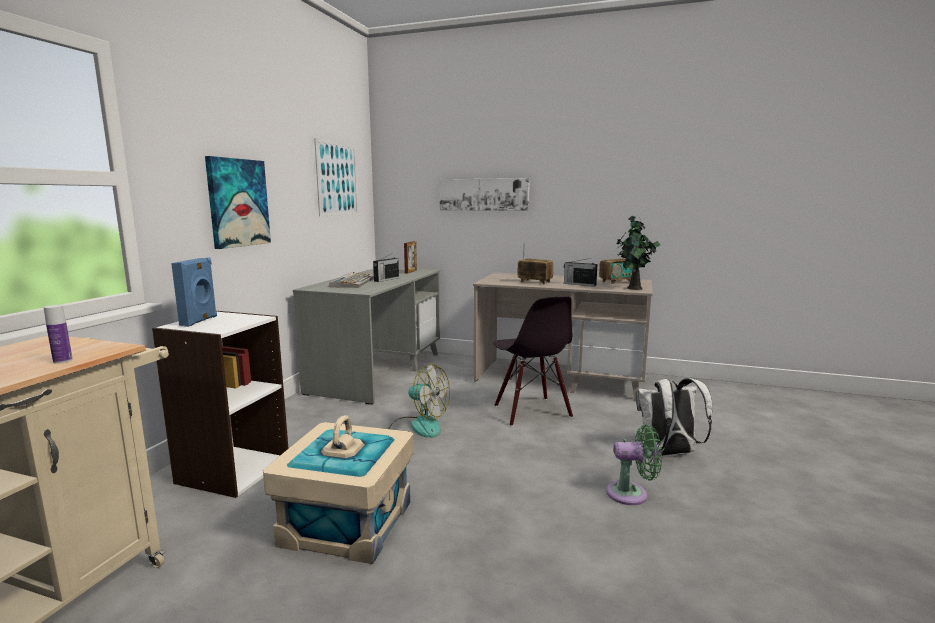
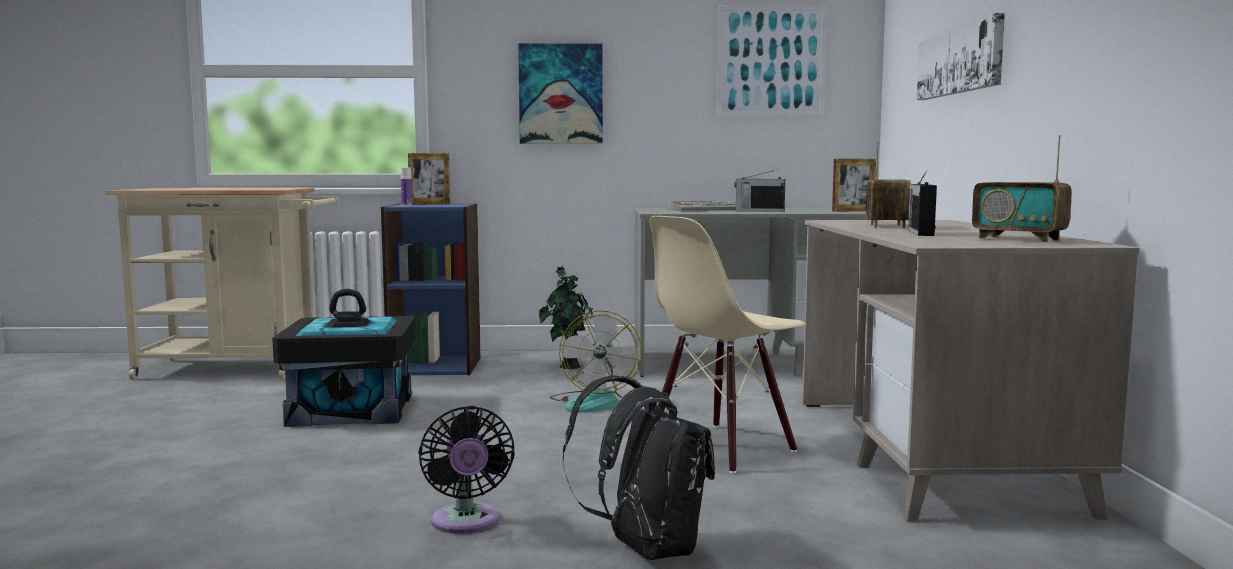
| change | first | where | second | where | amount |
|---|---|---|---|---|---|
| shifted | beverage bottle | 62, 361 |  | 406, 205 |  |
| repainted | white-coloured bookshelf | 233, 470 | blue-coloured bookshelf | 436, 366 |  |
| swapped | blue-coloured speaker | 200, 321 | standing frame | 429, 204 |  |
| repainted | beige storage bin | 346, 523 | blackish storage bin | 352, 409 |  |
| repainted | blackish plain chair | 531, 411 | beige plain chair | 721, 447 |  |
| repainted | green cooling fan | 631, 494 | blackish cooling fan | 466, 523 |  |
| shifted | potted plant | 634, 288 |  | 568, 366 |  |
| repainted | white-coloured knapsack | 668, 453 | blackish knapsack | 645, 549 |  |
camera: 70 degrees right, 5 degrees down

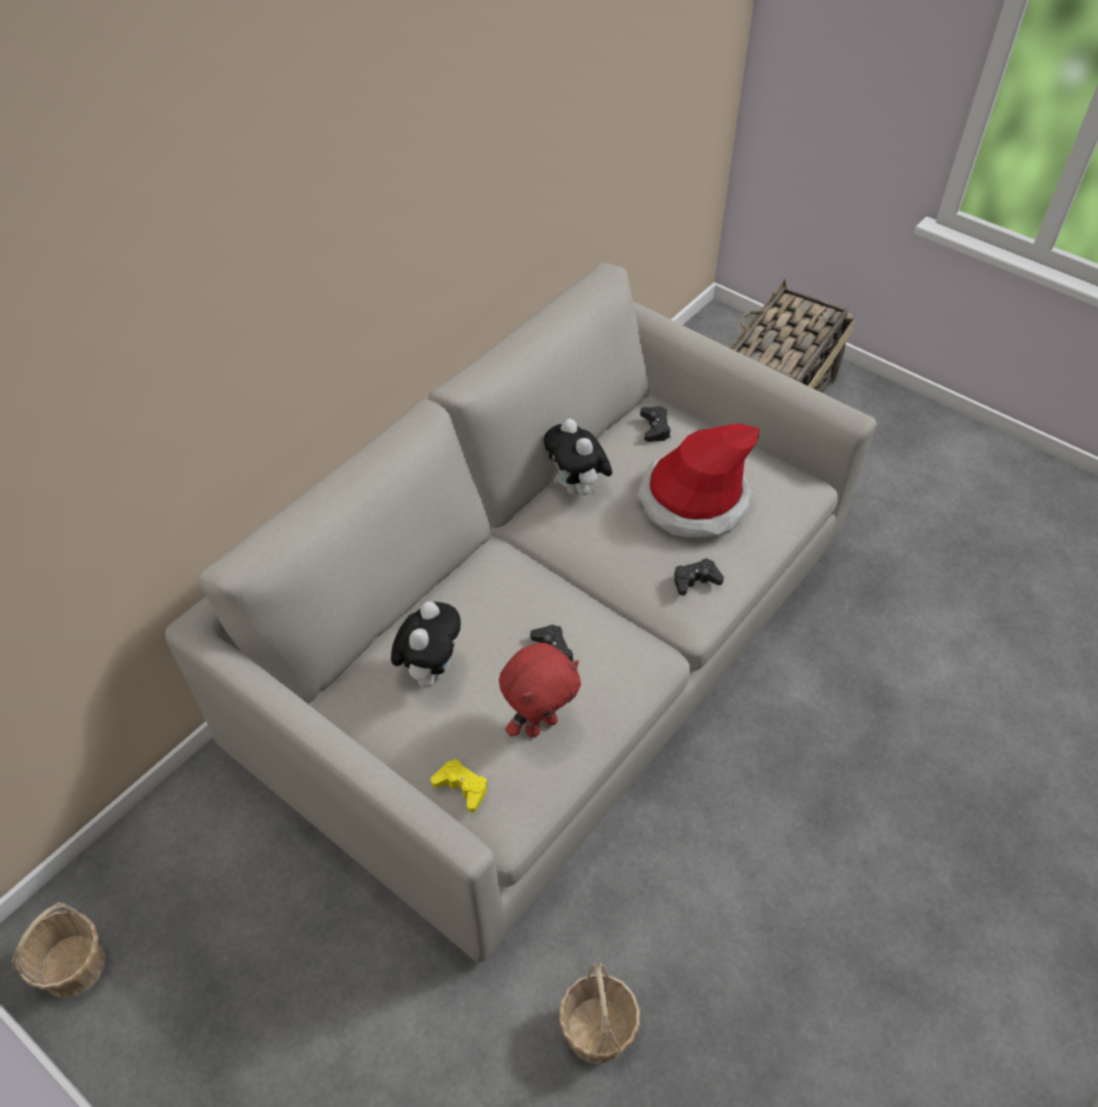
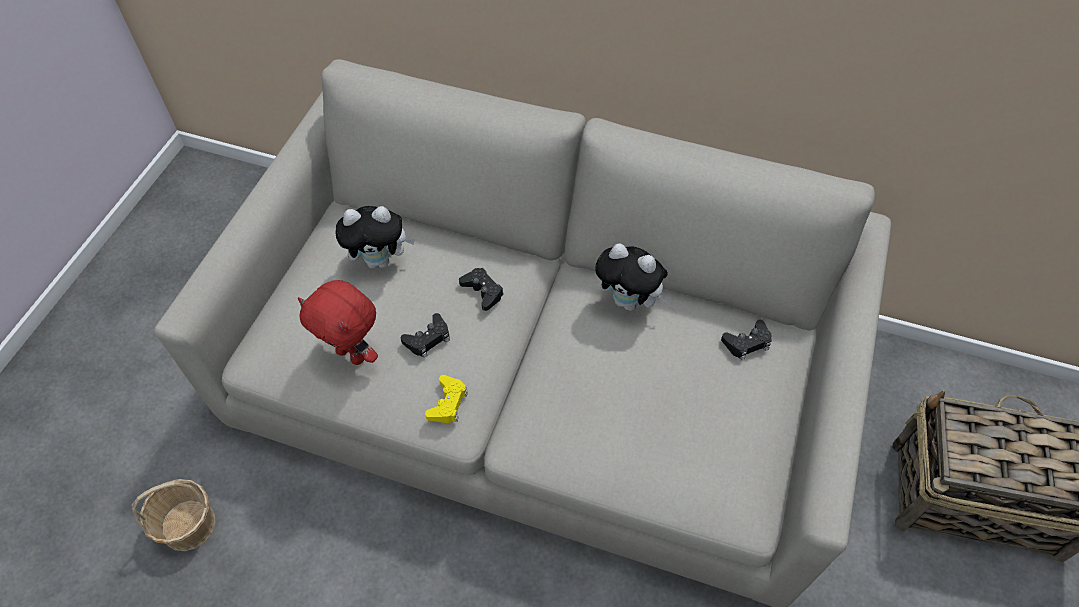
| change | first | where | second | where | amount |
|---|---|---|---|---|---|
| gone | storage basket | 74, 965 |  |  |  |
| shifted | yellowish gamepad | 462, 787 |  | 448, 403 |  |
| rotated | soft toy | 577, 489 |  | 629, 302 | 105 degrees counterclockwise |
| gone | hat | 693, 501 |  |  |  |
| shifted | blackish gamepad | 695, 580 |  | 482, 291 |  |
camera: 70 degrees right, 5 degrees up

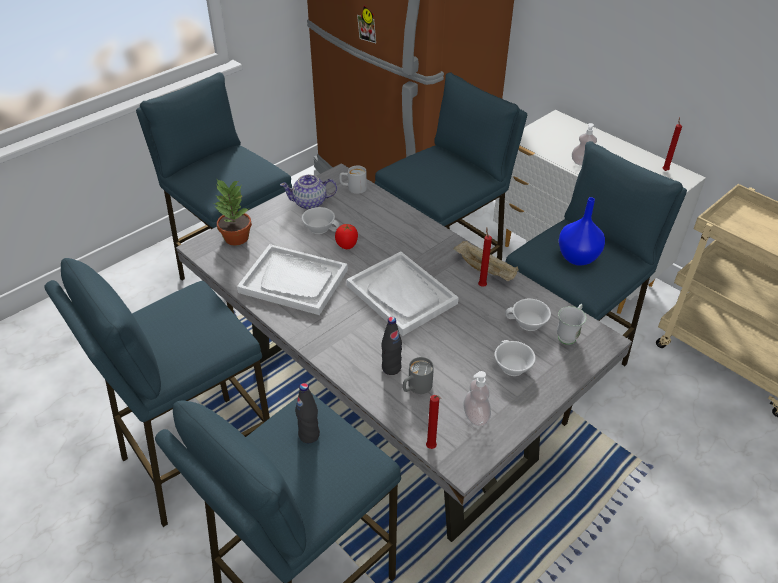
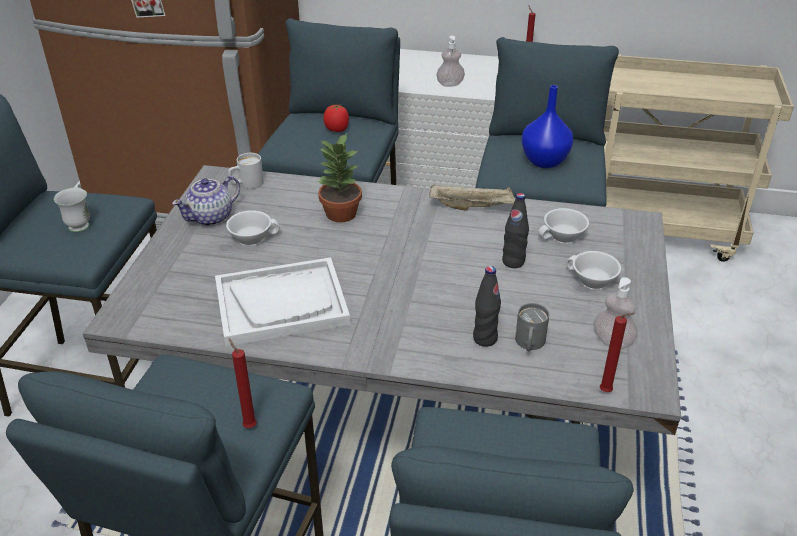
| change | first | where | second | where | amount |
|---|---|---|---|---|---|
| shifted | potted plant | 235, 238 |  | 340, 214 |  |
| shifted | blackish beverage bottle | 309, 435 |  | 513, 262 |  |
| shifted | fresh tomato | 347, 245 |  | 337, 129 |  |
| gone | white-coloured tray | 402, 294 |  |  |  |
| shifted | red-coloured candle | 481, 285 |  | 248, 425 |  |
| shifted | white-coloured mug | 569, 335 |  | 80, 223 |  |
camera: 35 degrees left, 5 degrees down

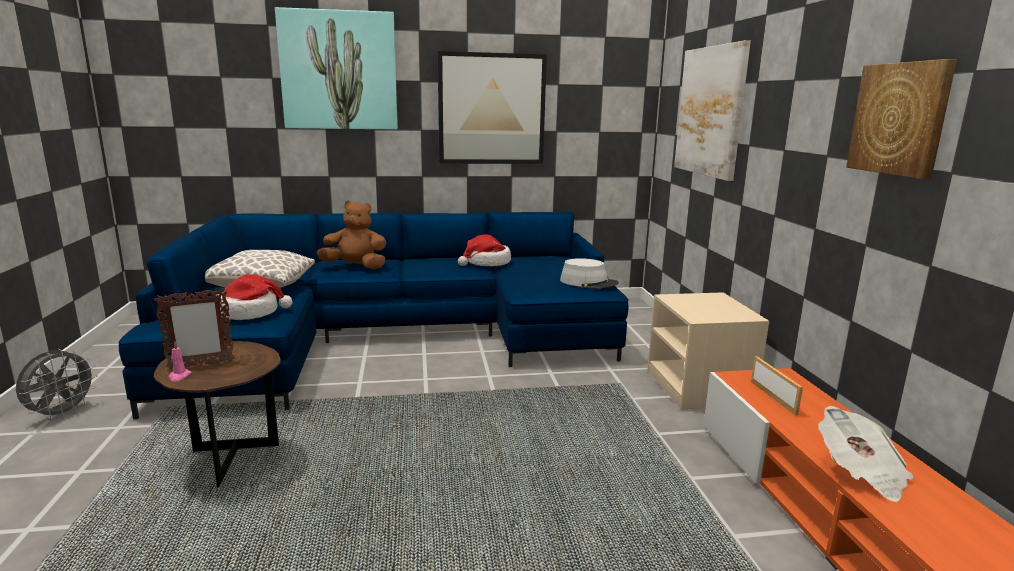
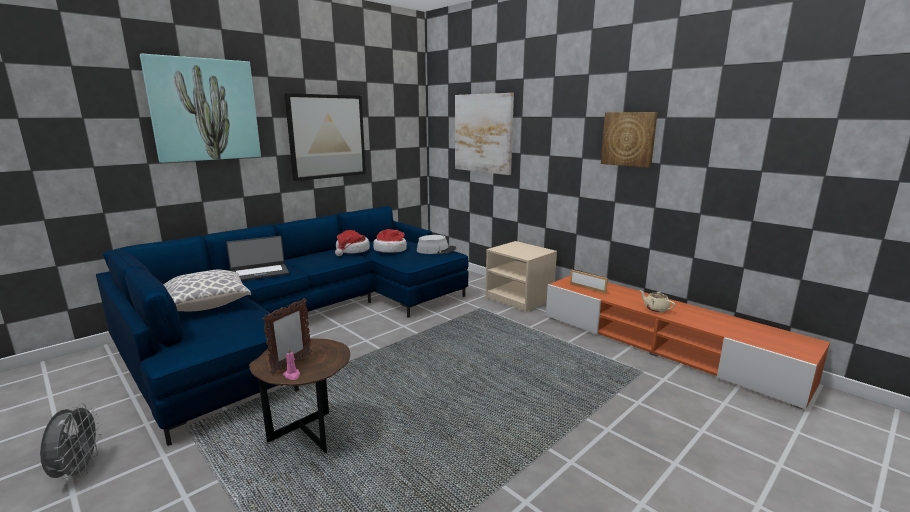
| change | first | where | second | where | amount |
|---|---|---|---|---|---|
| shifted | hat | 249, 312 |  | 391, 250 |  |
| swapped | brown-coloured soft toy | 355, 267 | notebook computer | 259, 273 |  |
| swapped | newspaper | 861, 473 | beige teapot | 655, 309 |  |
camera: 35 degrees left, 0 degrees up

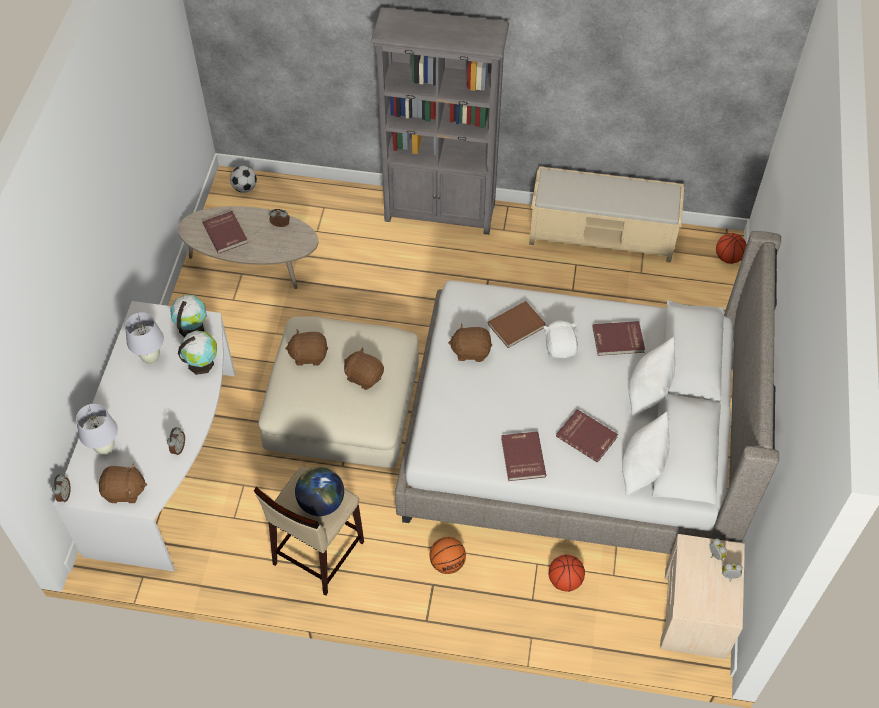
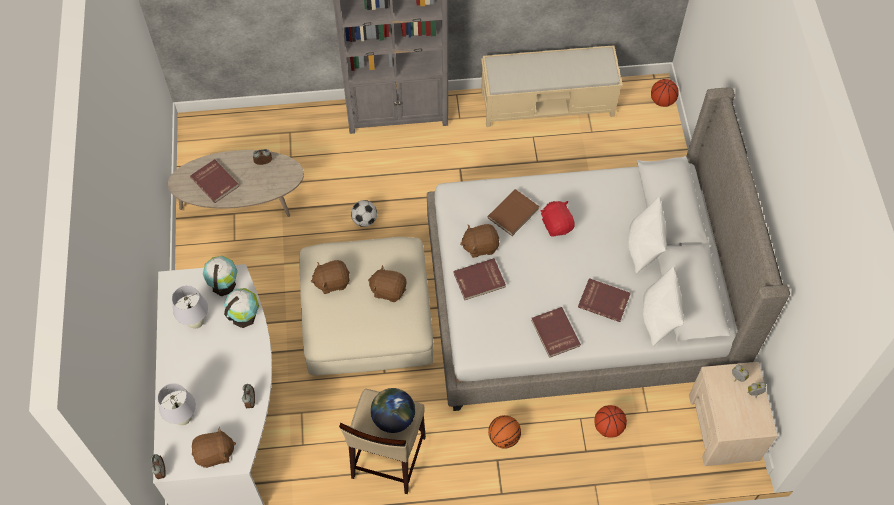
| change | first | where | second | where | amount |
|---|---|---|---|---|---|
| shifted | football | 245, 188 |  | 364, 220 |  |
| repainted | white-coloured soft toy | 560, 347 | red-coloured soft toy | 557, 225 |  |
| shifted | red-coloured book | 618, 340 |  | 479, 281 |  |
camera: 15 degrees left, 5 degrees up

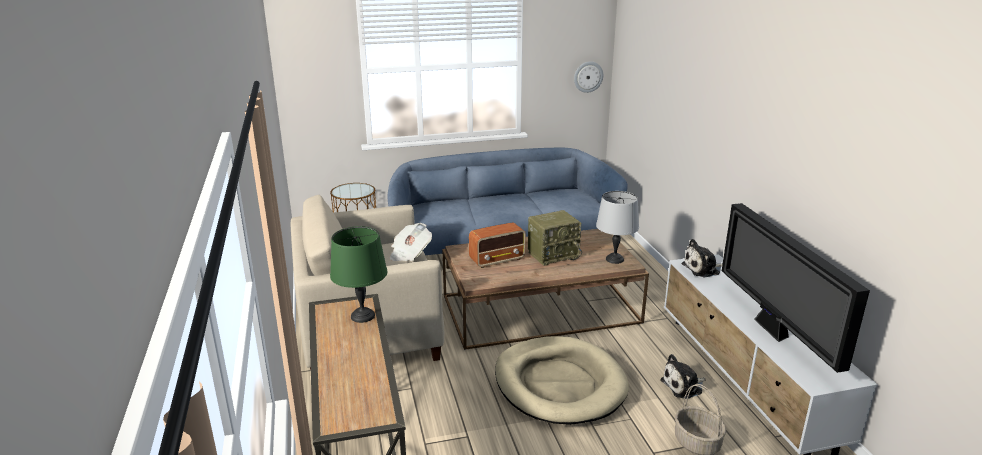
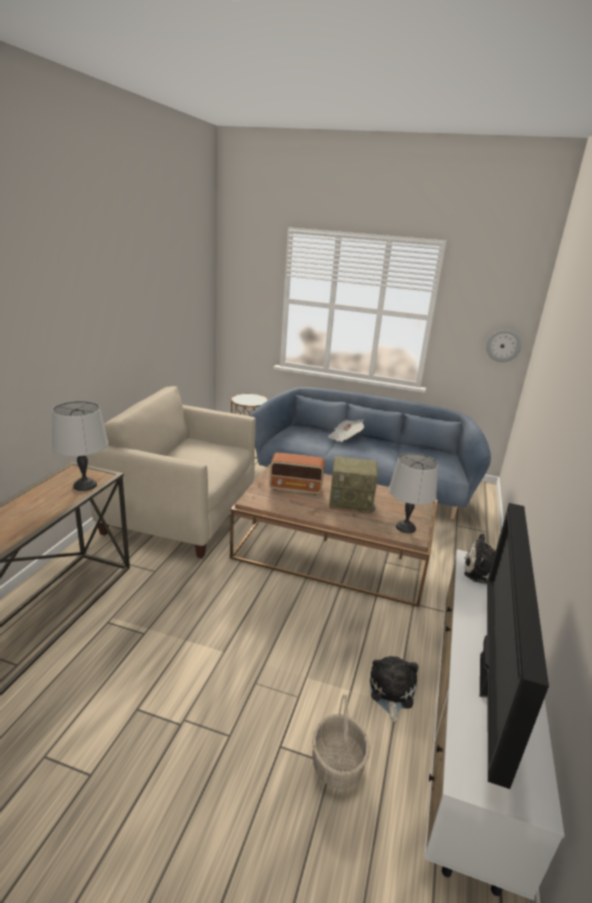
| change | first | where | second | where | amount |
|---|---|---|---|---|---|
| repainted | green lamp for a table | 363, 316 | greyish lamp for a table | 84, 485 |  |
| shifted | newspaper | 409, 253 |  | 345, 437 |  |
| gone | beige dog bed | 559, 384 |  |  |  |
| rotated | soft toy | 683, 386 |  | 391, 692 | 90 degrees clockwise |
camera: 30 degrees right, 0 degrees up

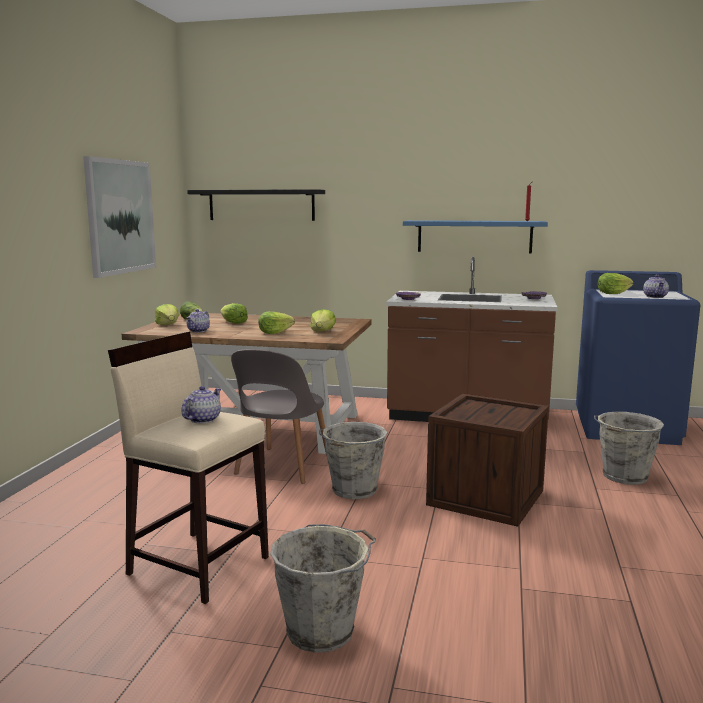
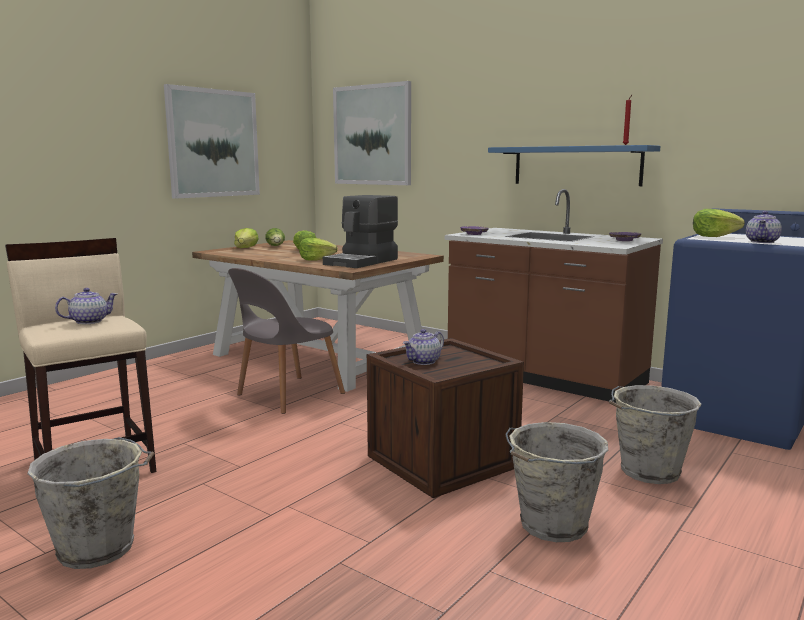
| change | first | where | second | where | amount |
|---|---|---|---|---|---|
| shifted | teapot | 198, 331 |  | 423, 361 |  |
| swapped | blackish shelf | 261, 205 | wall picture | 372, 135 |  |
| swapped | lettuce head | 322, 331 | coffee maker | 362, 262 |  |
| shifted | greyish pail | 353, 490 |  | 551, 525 |  |
camera: 25 degrees right, 0 degrees up

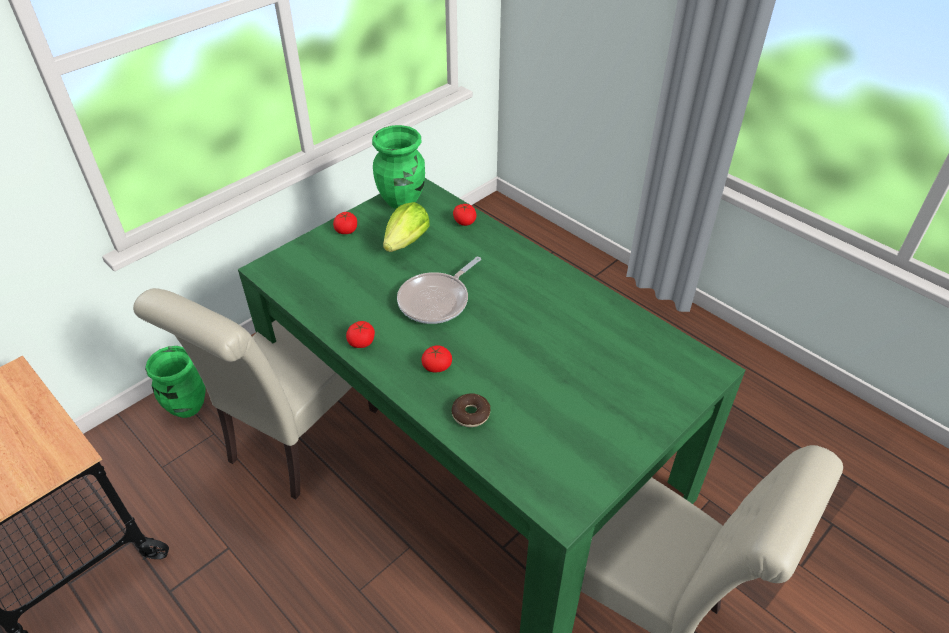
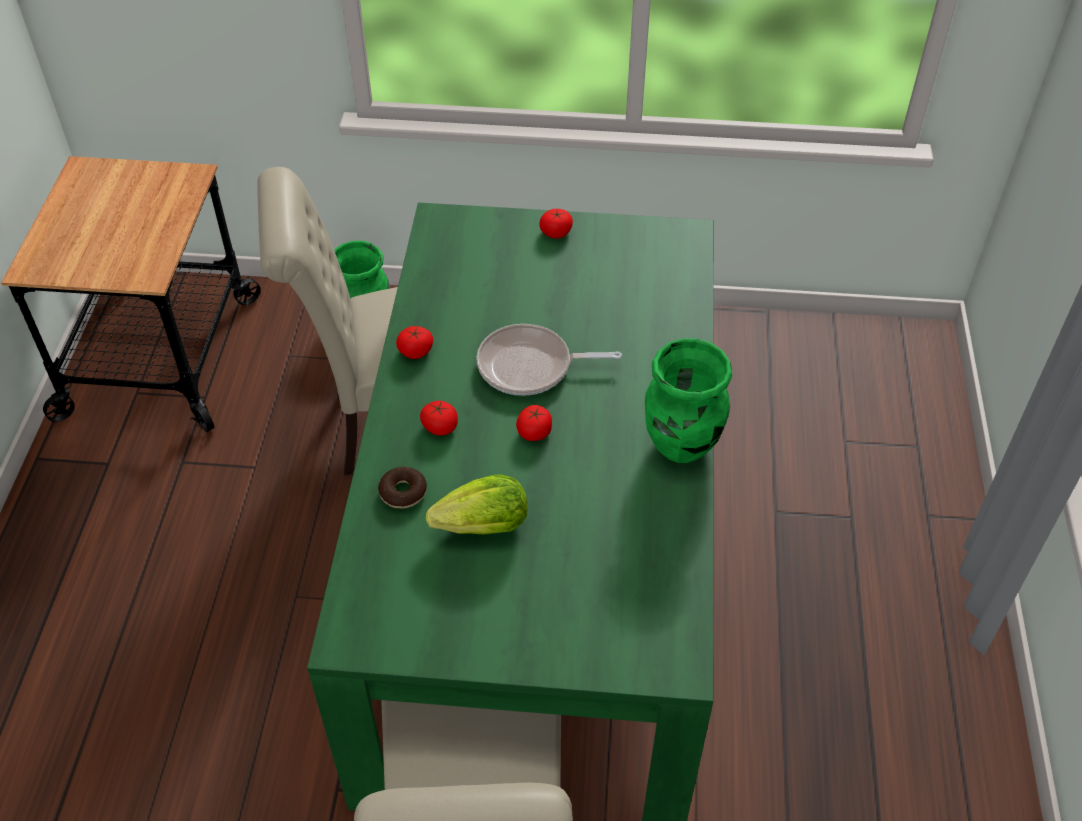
| change | first | where | second | where | amount |
|---|---|---|---|---|---|
| shifted | green flower vase | 402, 201 |  | 682, 445 |  |
| shifted | lettuce head | 407, 242 |  | 484, 526 |  |
| shifted | fresh tomato | 464, 221 |  | 534, 432 |  |
camera: 50 degrees right, 5 degrees up

